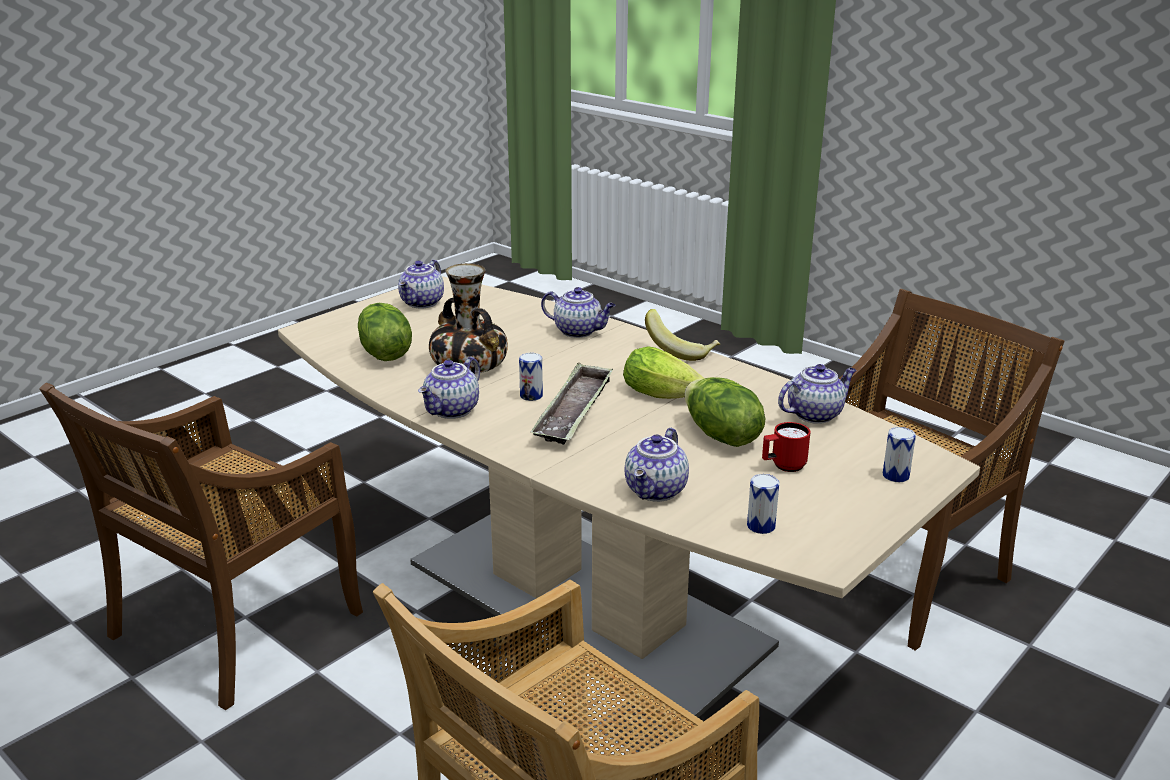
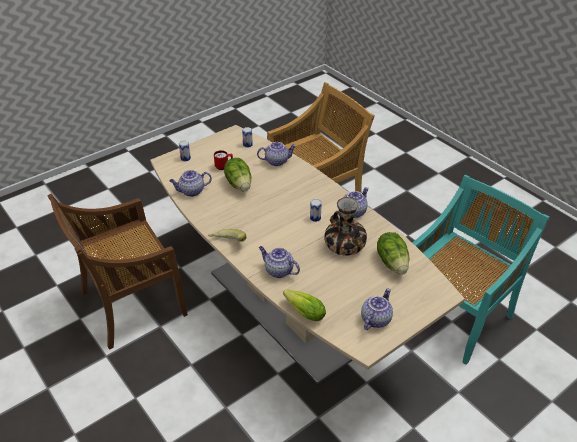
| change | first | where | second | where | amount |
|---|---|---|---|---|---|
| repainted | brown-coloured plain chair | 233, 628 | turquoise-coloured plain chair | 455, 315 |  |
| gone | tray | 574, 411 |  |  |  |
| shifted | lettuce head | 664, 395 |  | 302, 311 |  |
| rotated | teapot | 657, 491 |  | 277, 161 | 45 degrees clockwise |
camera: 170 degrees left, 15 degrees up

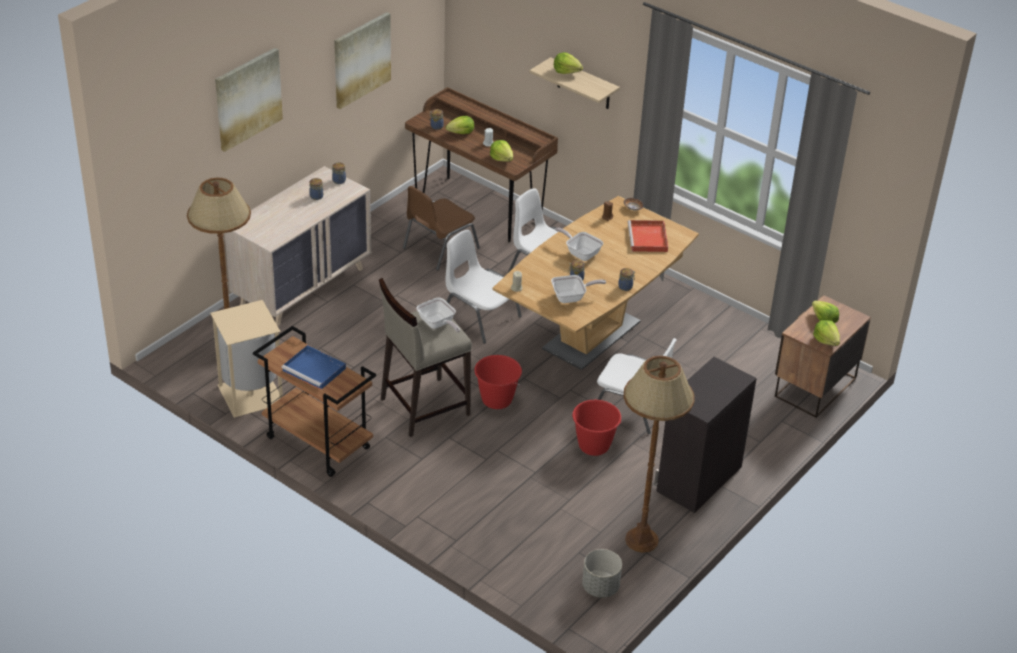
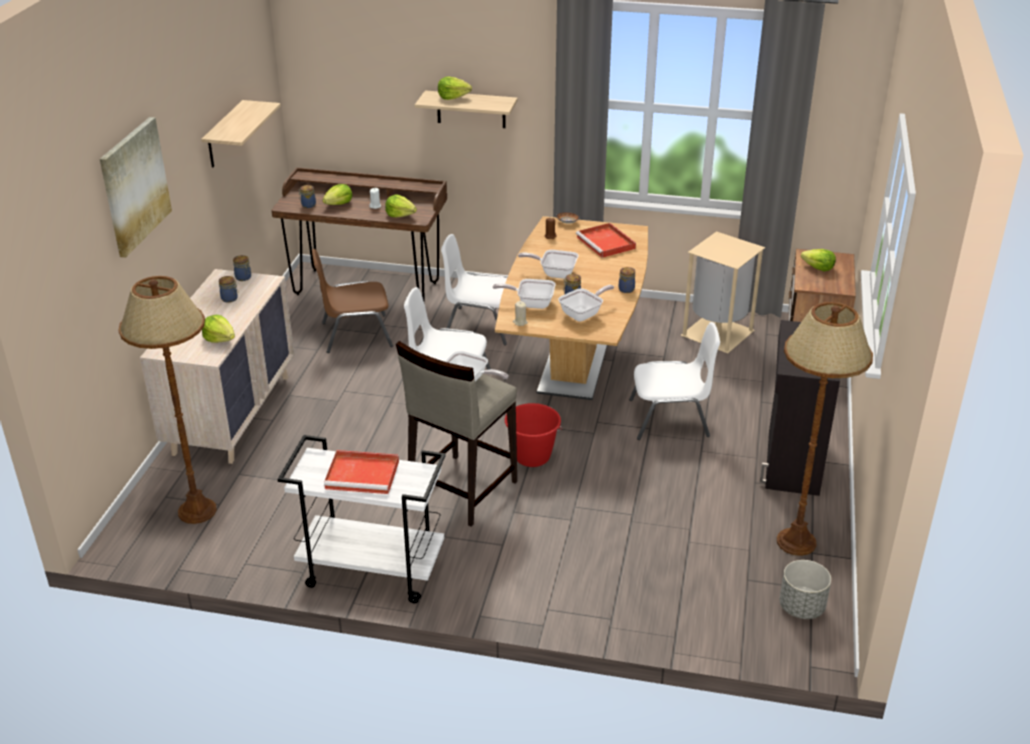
| change | first | where | second | where | amount |
|---|---|---|---|---|---|
| shifted | beige trash can | 252, 395 |  | 719, 333 |  |
| repainted | brown-coloured trolley | 316, 443 | white-coloured trolley | 370, 571 |  |
| repainted | blue-coloured tray | 315, 370 | red-coloured tray | 364, 475 |  |
| swapped | wall picture | 361, 59 | shelf | 224, 135 |  |
| rotated | brown-coloured plain chair | 439, 248 |  | 355, 334 | 60 degrees clockwise |
| gone | red-coloured pail | 594, 446 |  |  |  |
| shifted | lettuce head | 826, 340 |  | 220, 339 |  |
| new |  |  | skillet | 531, 303 |  |
camera: 25 degrees left, 5 degrees down

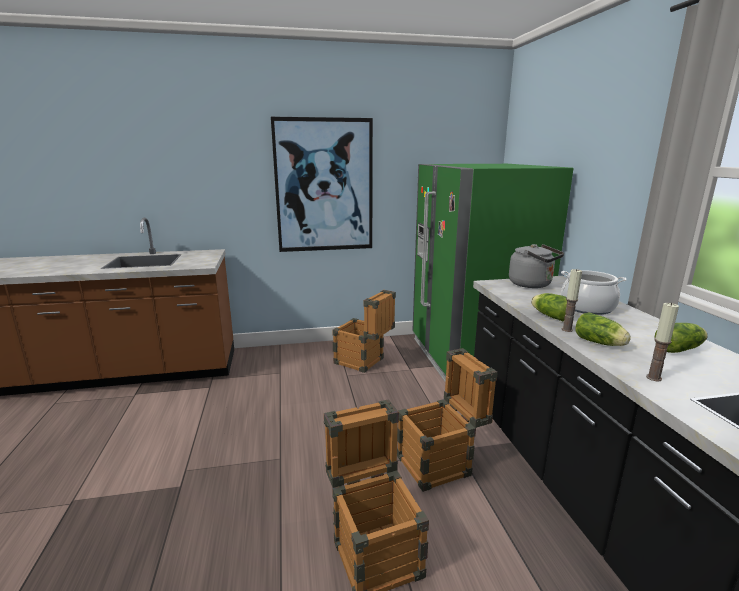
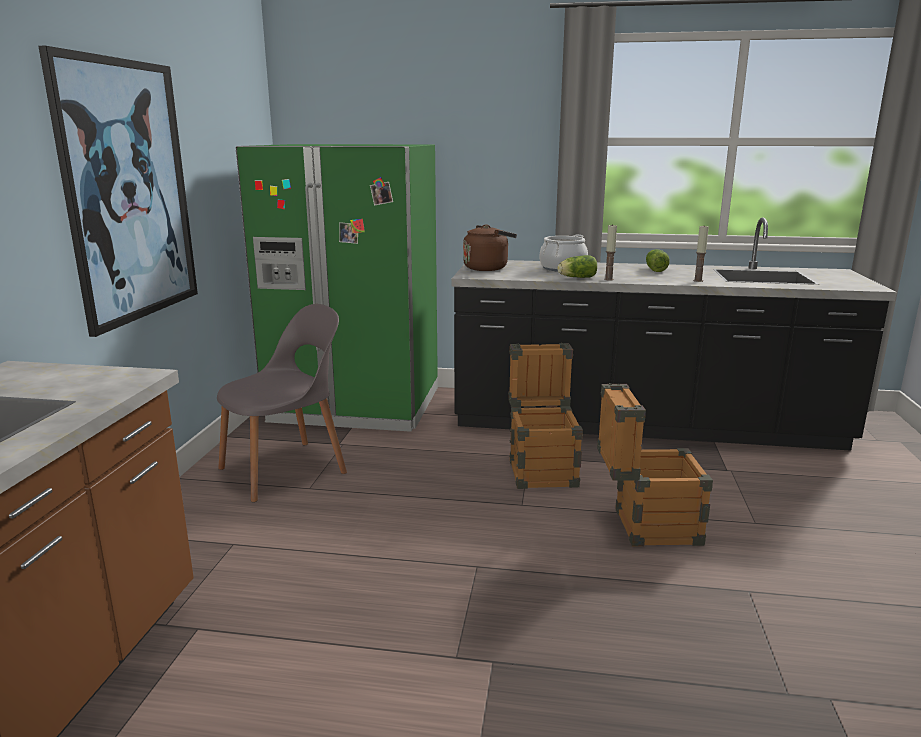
| change | first | where | second | where | amount |
|---|---|---|---|---|---|
| swapped | shipping crate | 364, 362 | greyish plain chair | 286, 469 |  |
| repainted | greyish kettle | 532, 284 | brown-coloured kettle | 488, 268 |  |
| gone | lettuce head | 600, 343 |  |  |  |
camera: 70 degrees left, 0 degrees up

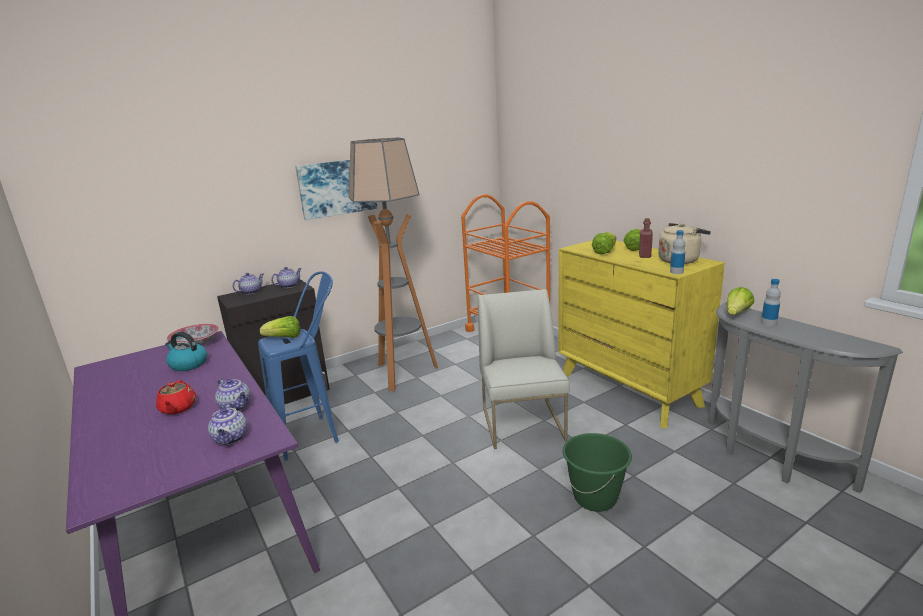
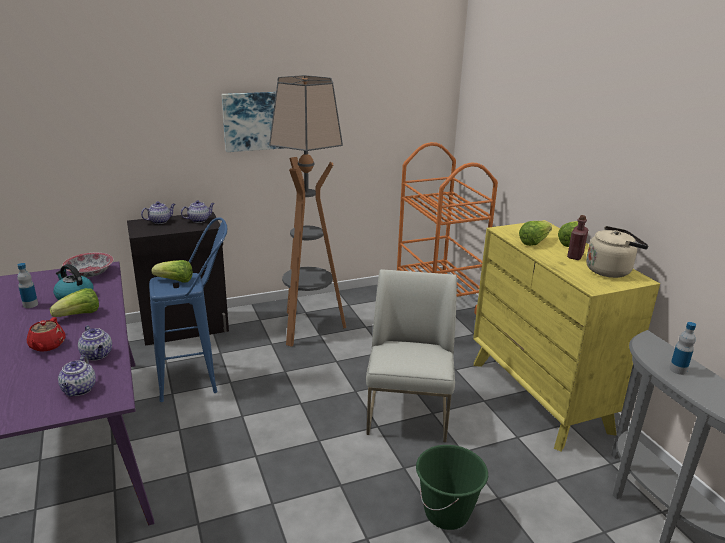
| change | first | where | second | where | amount |
|---|---|---|---|---|---|
| shifted | beverage bottle | 676, 272 |  | 30, 305 |  |
| shifted | lettuce head | 736, 314 |  | 79, 315 |  |
camera: 10 degrees right, 5 degrees up

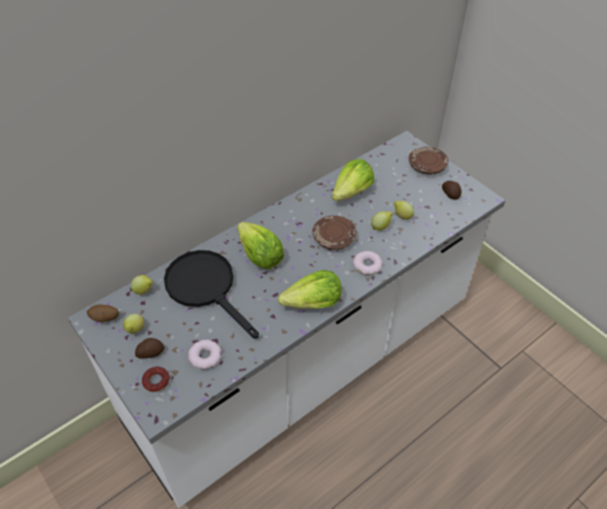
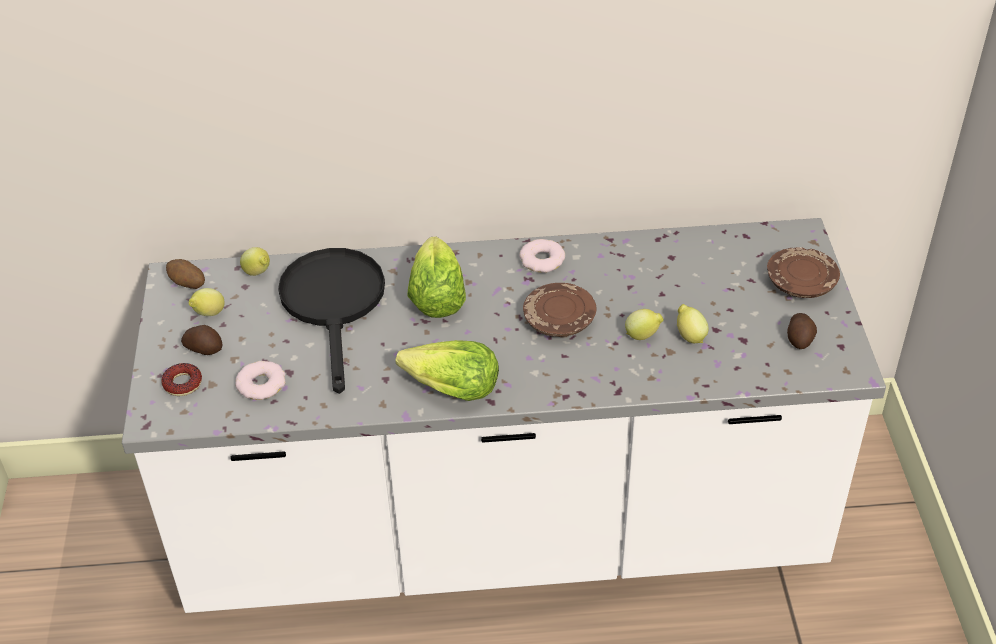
| change | first | where | second | where | amount |
|---|---|---|---|---|---|
| gone | lettuce head | 352, 192 |  |  |  |
| shifted | ring doughnut | 367, 265 |  | 542, 260 |  |
camera: 35 degrees right, 5 degrees down

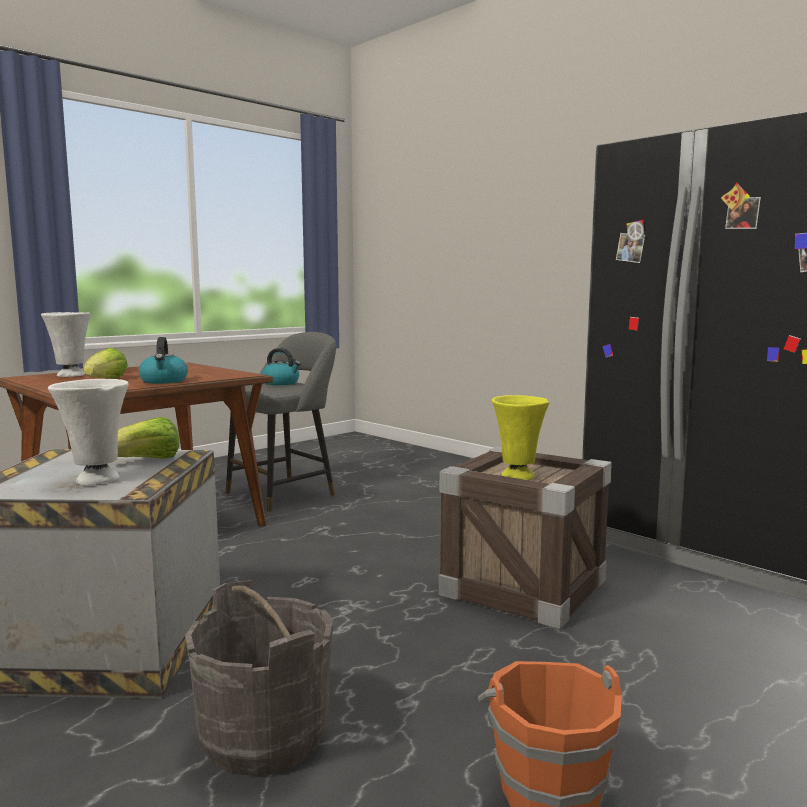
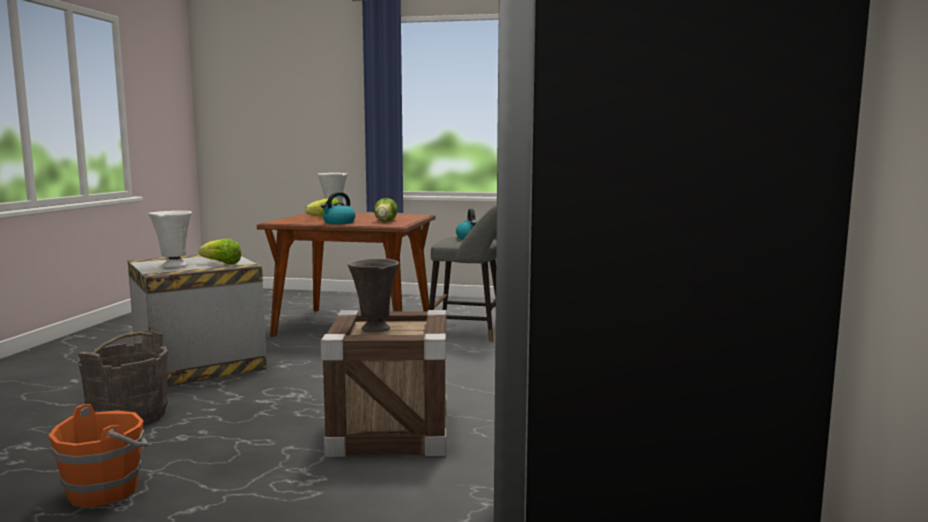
| change | first | where | second | where | amount |
|---|---|---|---|---|---|
| repainted | yellowish flower vase | 518, 477 | greyish flower vase | 374, 329 |  |
| new |  |  | lettuce head | 386, 221 |  |
camera: 55 degrees right, 0 degrees up

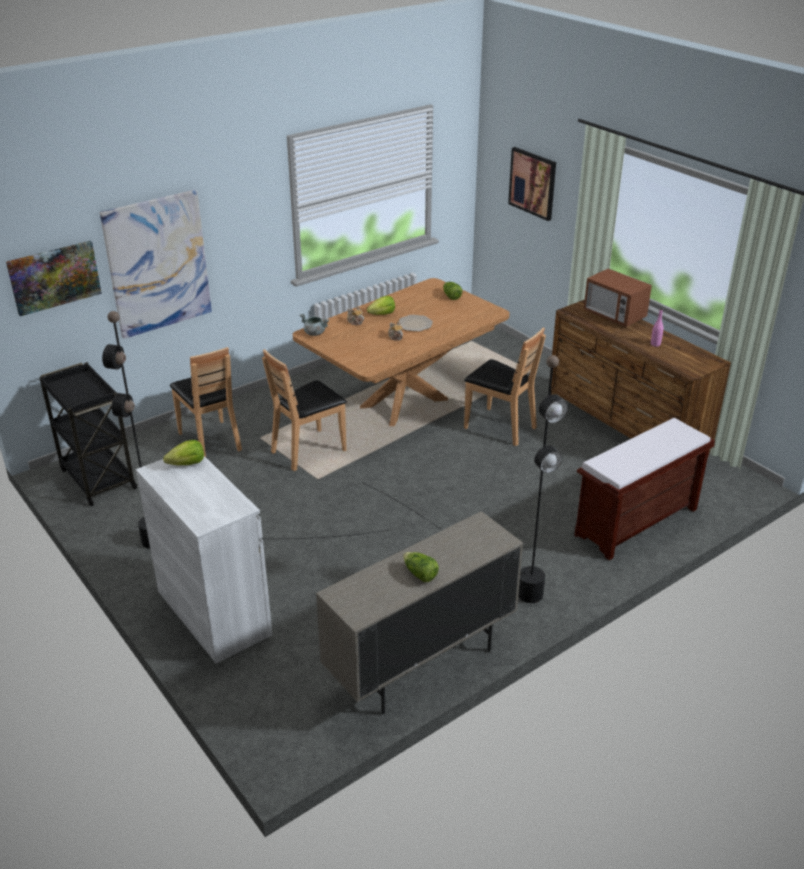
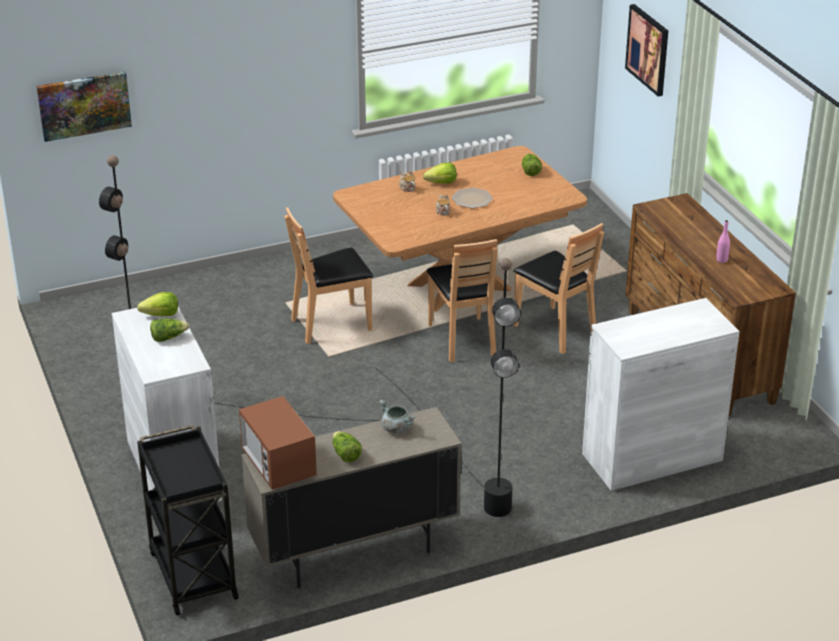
| change | first | where | second | where | amount |
|---|---|---|---|---|---|
| shifted | blackish trolley | 97, 478 |  | 192, 573 |  |
| gone | wall picture | 157, 264 |  |  |  |
| shifted | brown-coloured plain chair | 211, 441 |  | 463, 339 |  |
| shifted | greyish saucepot | 314, 333 |  | 396, 428 |  |
| swapped | brown-coloured long seat | 635, 523 | white-coloured cabinet | 652, 457 |  |
| shifted | microwave | 614, 316 |  | 278, 465 |  |
| new |  |  | lettuce head | 168, 337 |  |
camera: 15 degrees right, 0 degrees up

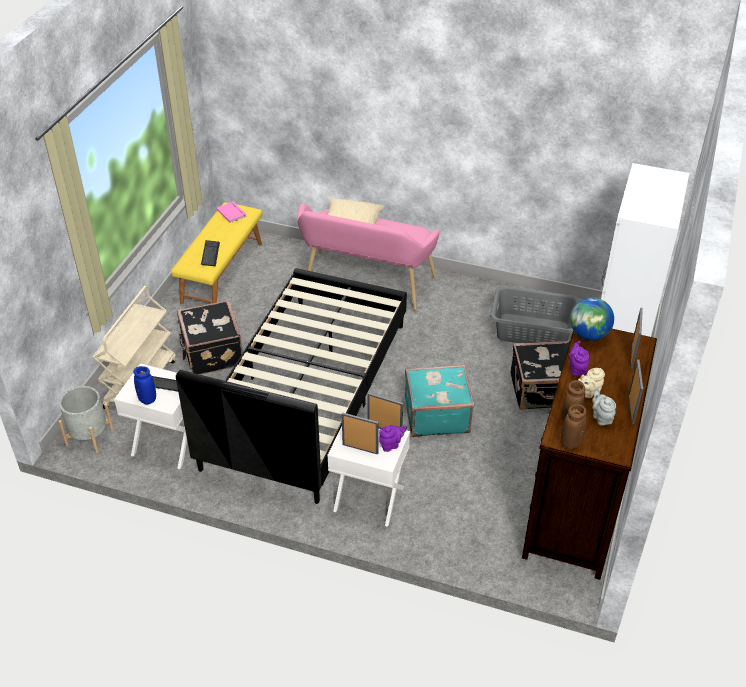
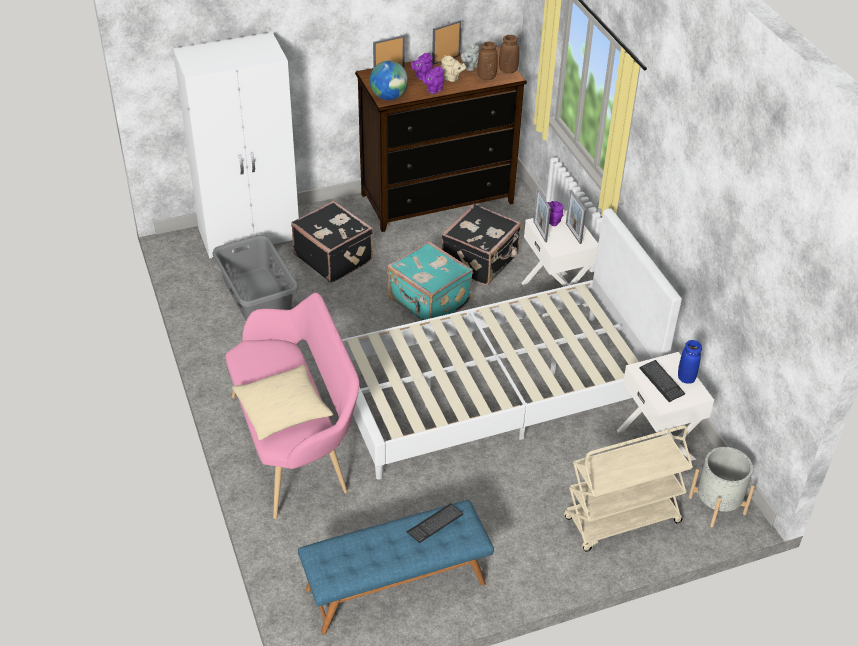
| change | first | where | second | where | amount |
|---|---|---|---|---|---|
| repainted | yellowish long seat | 221, 272 | blue-coloured long seat | 396, 587 |  |
| repainted | blackish bedroom bed | 307, 393 | white-coloured bedroom bed | 494, 392 |  |
| shifted | blackish suitcase | 211, 353 |  | 481, 261 |  |
| gone | pink book | 232, 212 |  |  |  |
| new |  |  | purple teapot | 422, 76 |  |
camera: 130 degrees left, 0 degrees up

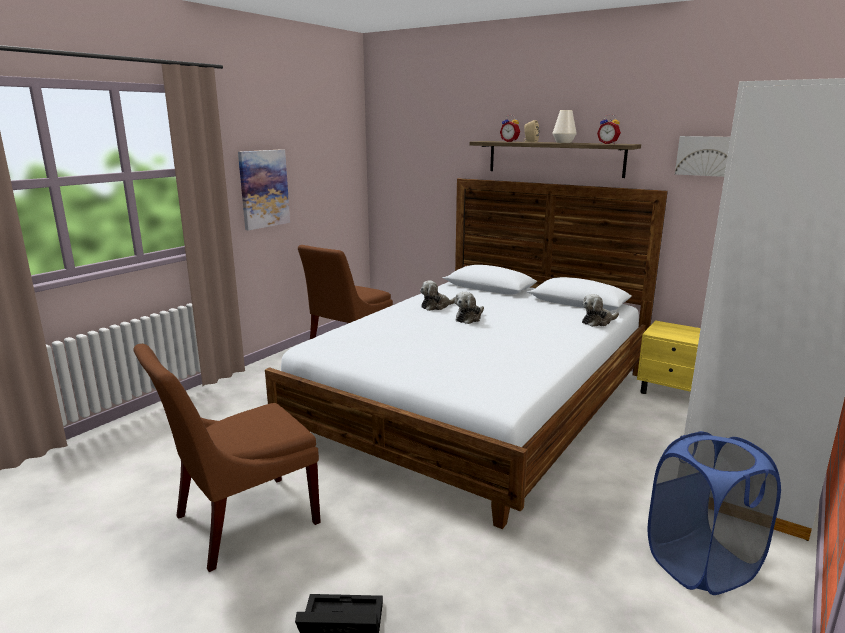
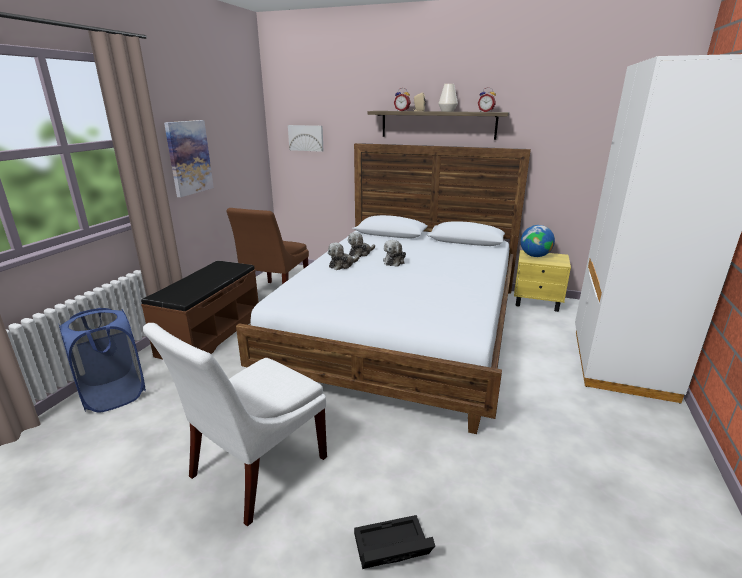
| change | first | where | second | where | amount |
|---|---|---|---|---|---|
| repainted | brown-coloured plain chair | 240, 521 | white-coloured plain chair | 254, 470 |  |
| shifted | soft toy | 598, 322 |  | 342, 265 |  |
| shifted | blue-coloured washing basket | 701, 565 |  | 113, 395 |  |
| shifted | wall picture | 708, 156 |  | 306, 138 |  |
| new |  |  | brown-coloured long seat | 210, 334 |  |
| new |  |  | globe | 534, 256 |  |
camera: 15 degrees left, 5 degrees up

